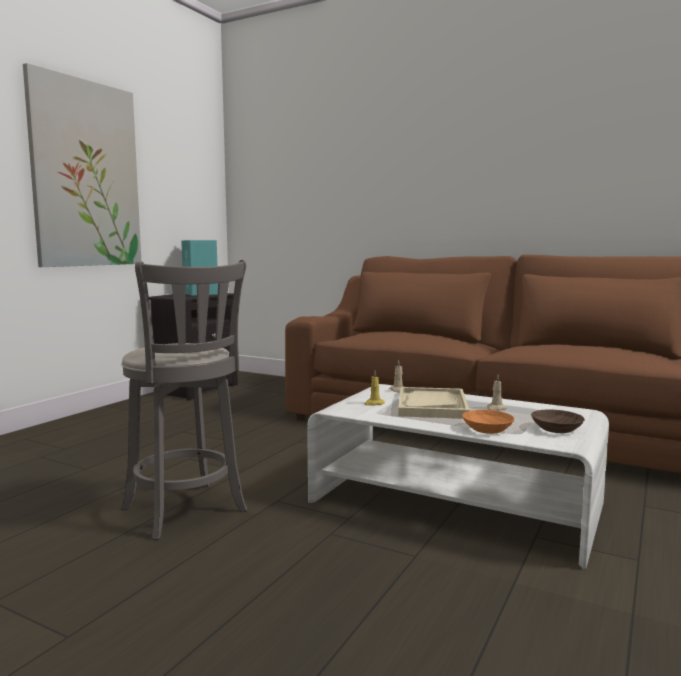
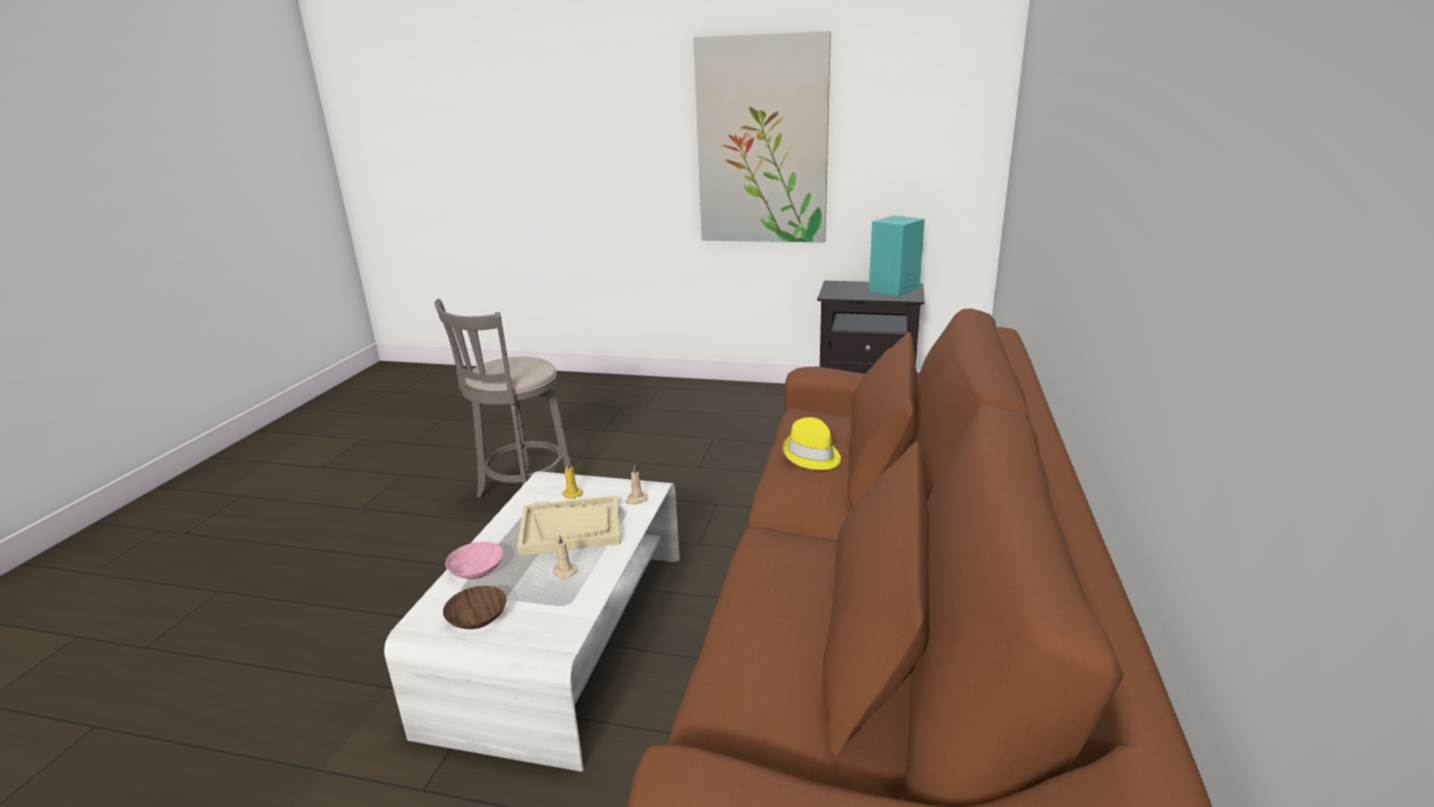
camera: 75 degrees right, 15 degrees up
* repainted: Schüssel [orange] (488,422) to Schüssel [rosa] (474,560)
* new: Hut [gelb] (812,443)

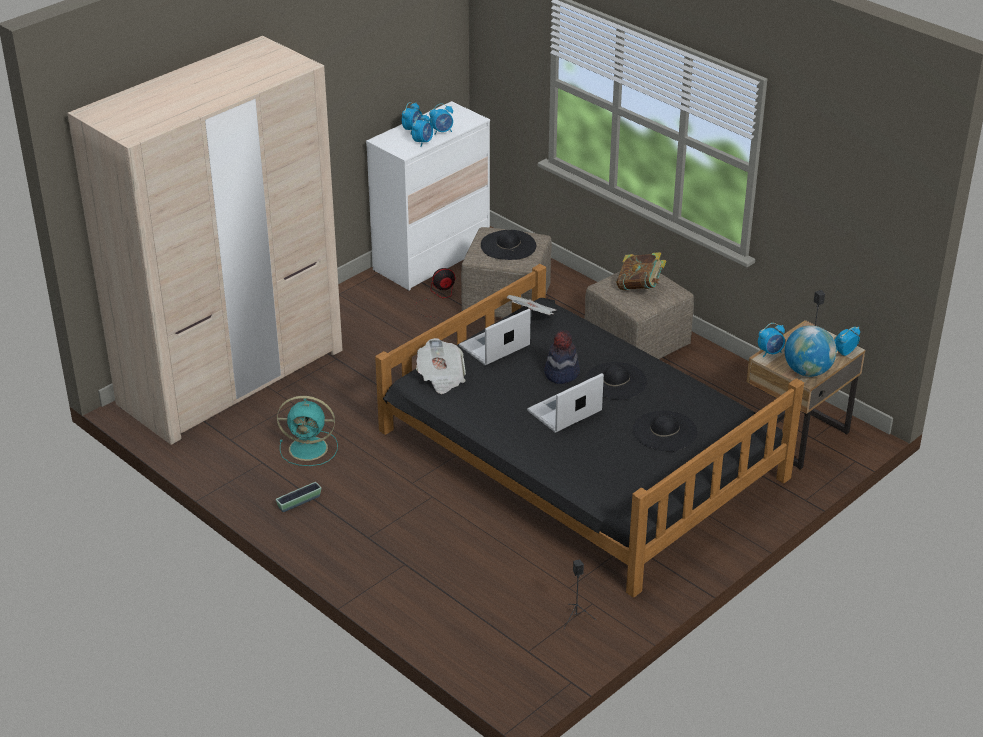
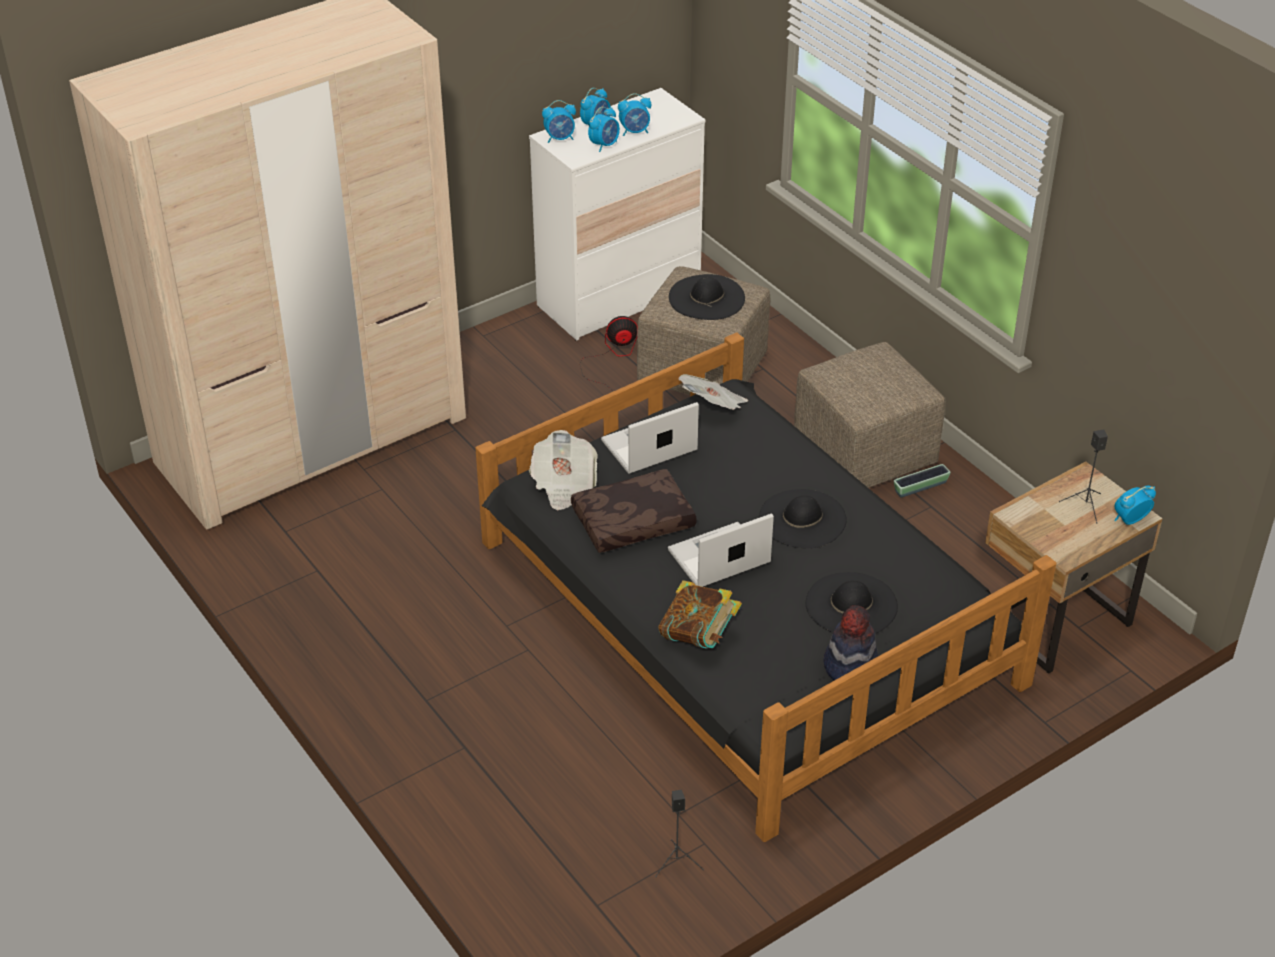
camera: 10 degrees right, 5 degrees up
* shifted: Wecker (771,340) to (559,121)
* new: Kissen [braun] (633,511)
* shifted: Buch (641,271) to (700,614)
* shifted: Hut (562,357) to (851,642)
* shifted: Pflanzkübel (298,497) to (922,480)
* gone: Ventilator [türkis] (307,431)
* gone: Globus (811,351)

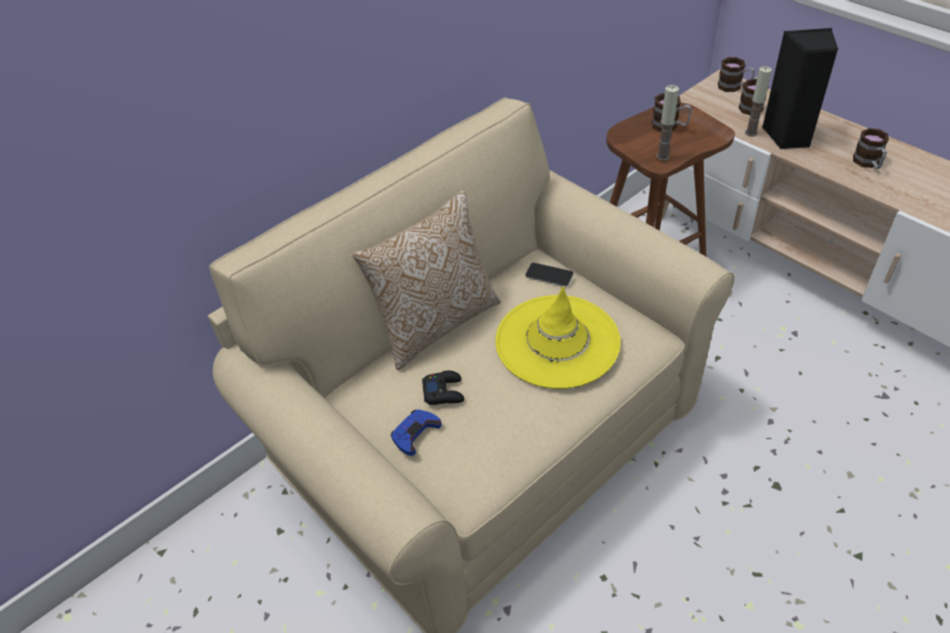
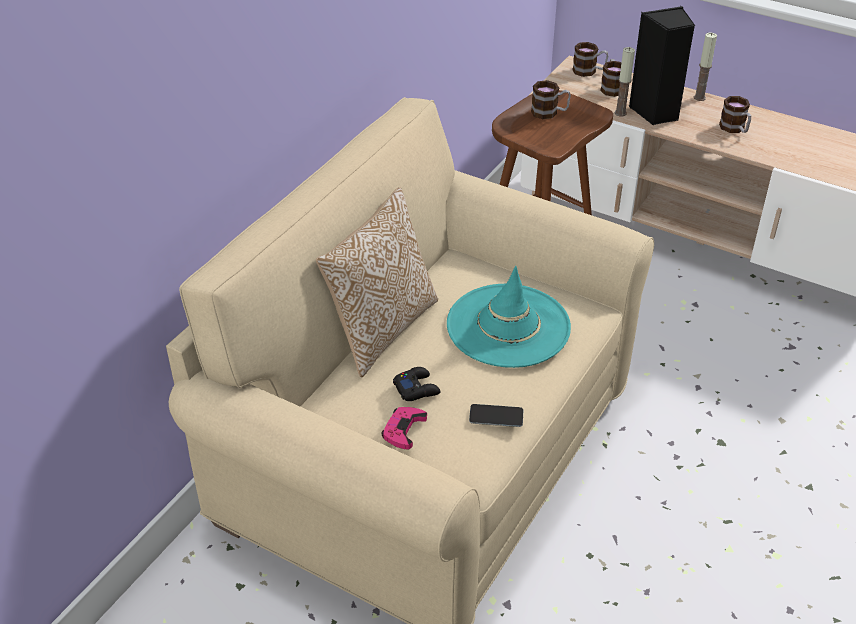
camera: 20 degrees left, 5 degrees down
* repainted: Gamepad [blau] (416,433) to Gamepad [rosa] (404,428)
* repainted: Hut [gelb] (558,337) to Hut [türkis] (509,317)
* shifted: Handy (549,274) to (496,415)
* shifted: Kerze (667,123) to (705,67)

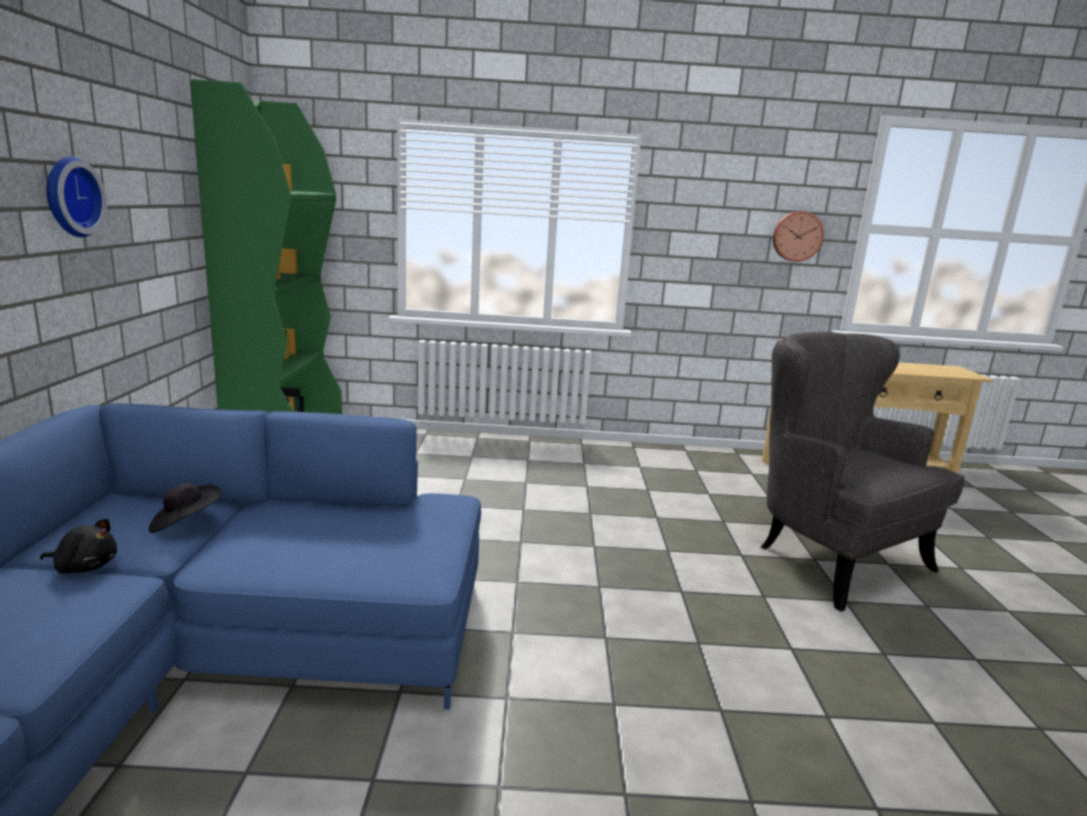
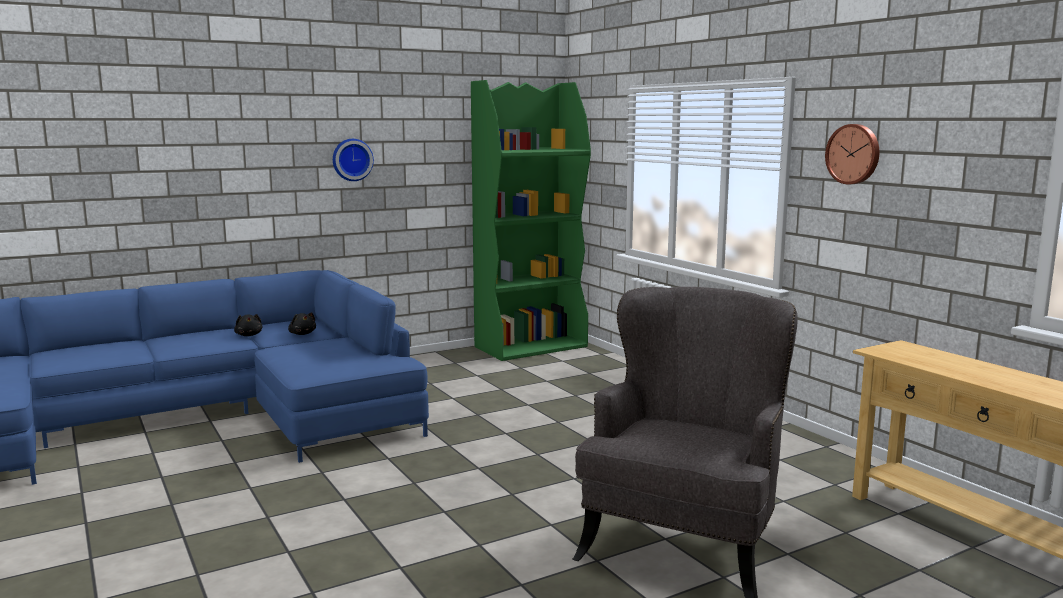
camera: 60 degrees right, 5 degrees down
* swapped: Hut [schwarz] (185,508) to Plüschtier [schwarz] (302,323)
* shifted: Wanduhr (798,236) to (852,154)

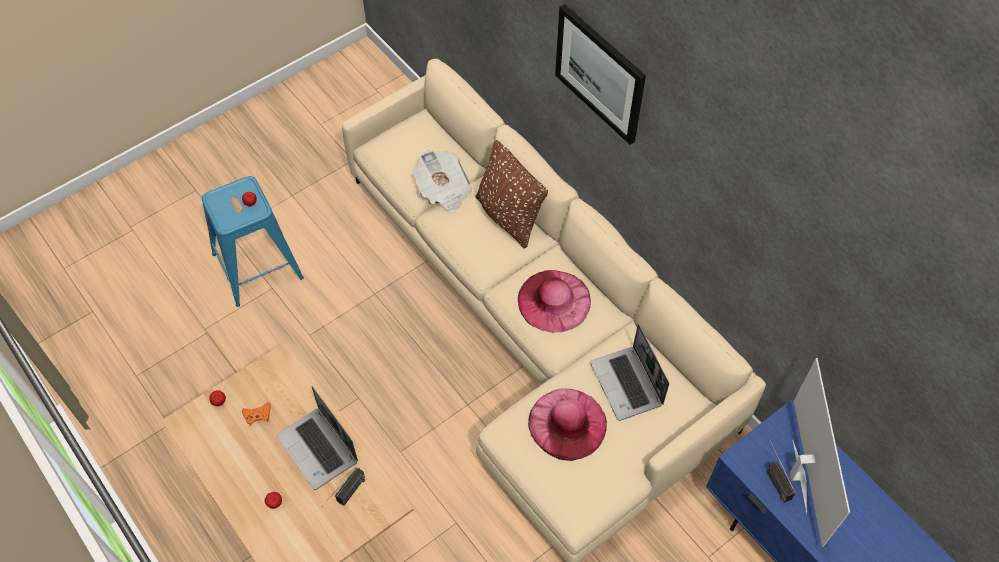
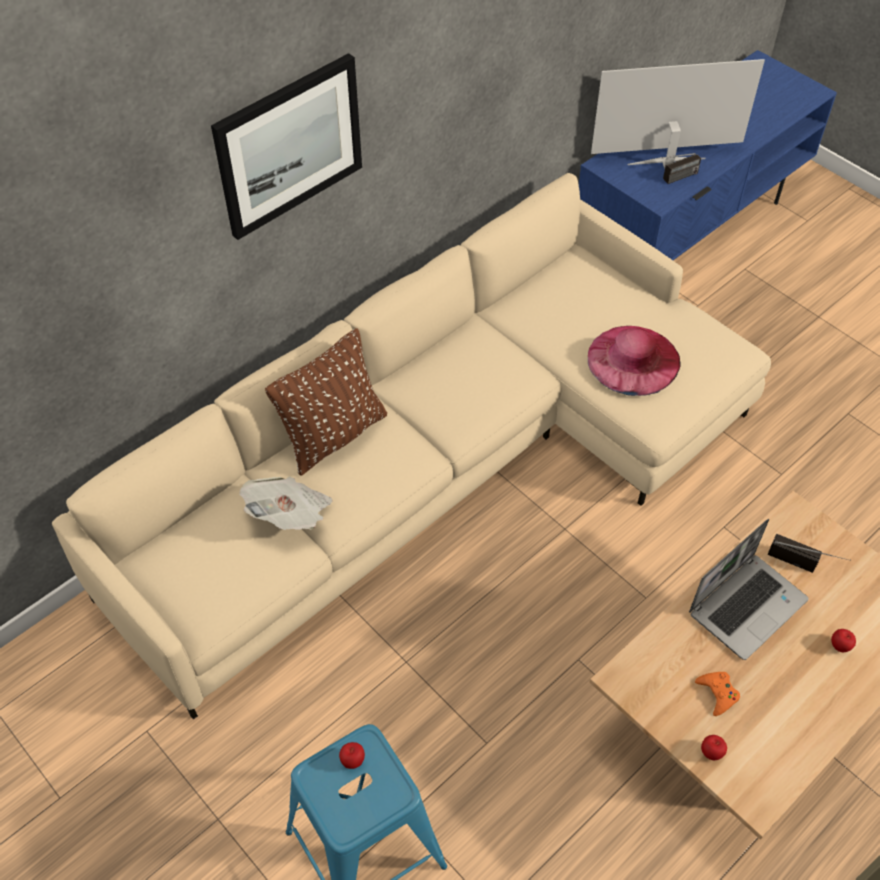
camera: 95 degrees left, 5 degrees down
* gone: Hut [rosa] (554,301)
* gone: Laptop (629,372)

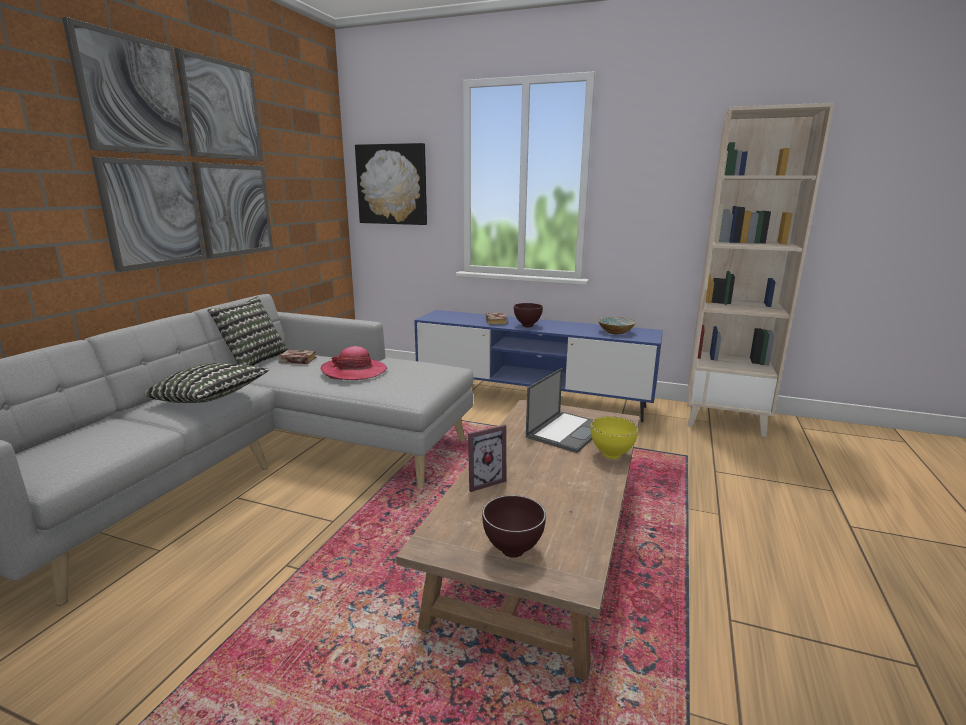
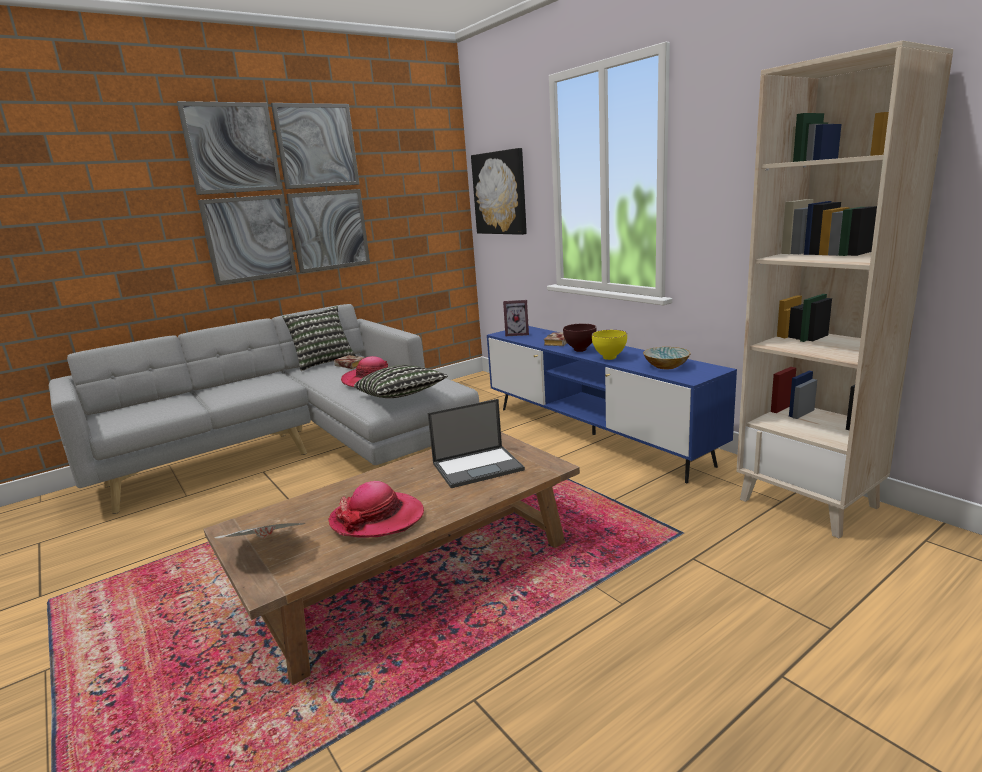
camera: 35 degrees right, 0 degrees up
* swapped: Schüssel [braun] (514,526) to Zeitung (260,530)
* new: Hut (376,509)
* shifted: Kissen (206,383) to (401,381)
* shifted: Bilderrahmen (487,458) to (516,318)
* shifted: Schüssel [gelb] (614,437) to (609,345)

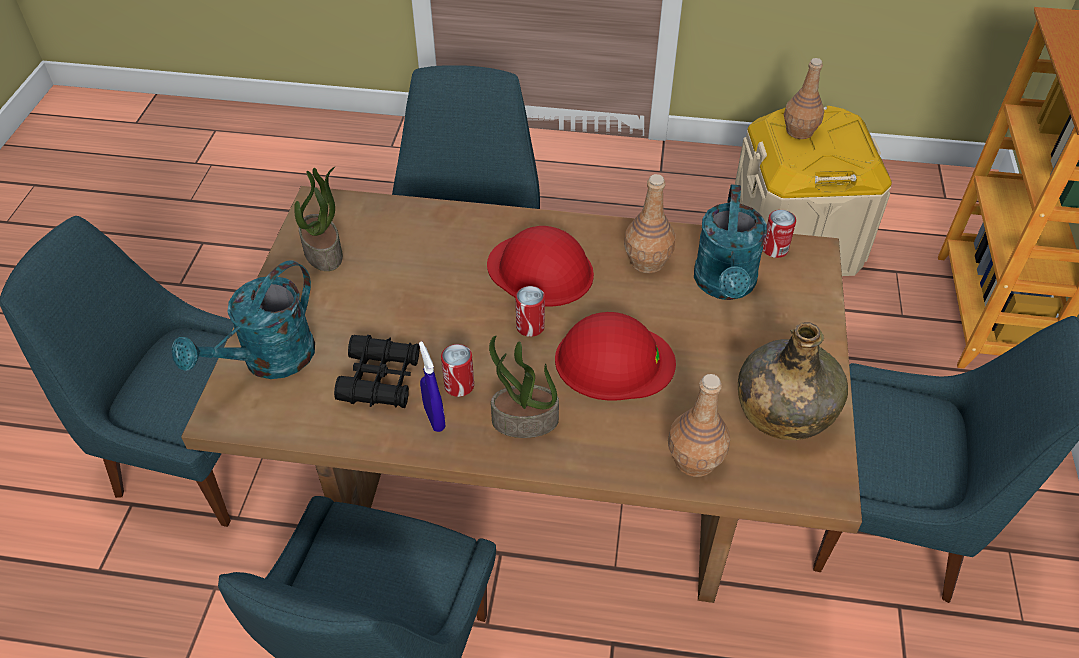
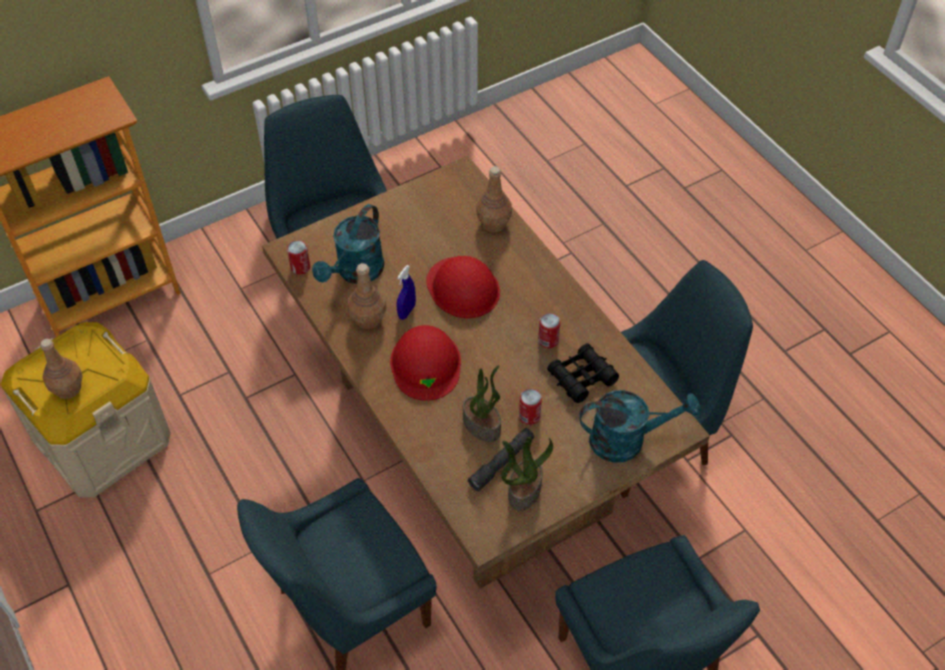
camera: 130 degrees left, 5 degrees up
* rotated: Gießkanne [türkis] (730,242) = (348,244) 150 degrees clockwise
* shifted: Sprühflasche [blau] (432,386) to (406,292)
* shifted: Topfpflanze (524,387) to (482,403)
* new: Taschenlampe [grau] (501,460)
* shifted: Dose (530,311) to (530,407)
* gone: Flasche [grün] (793,381)

